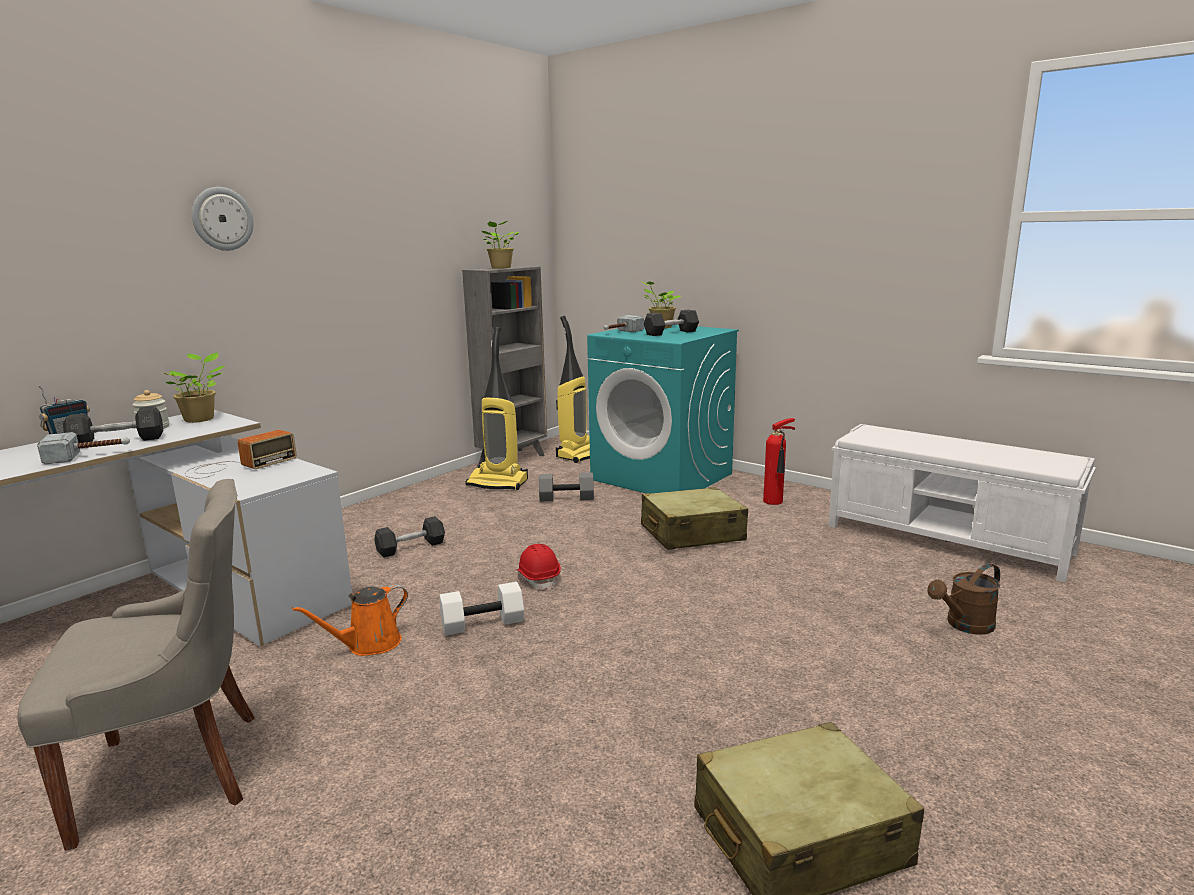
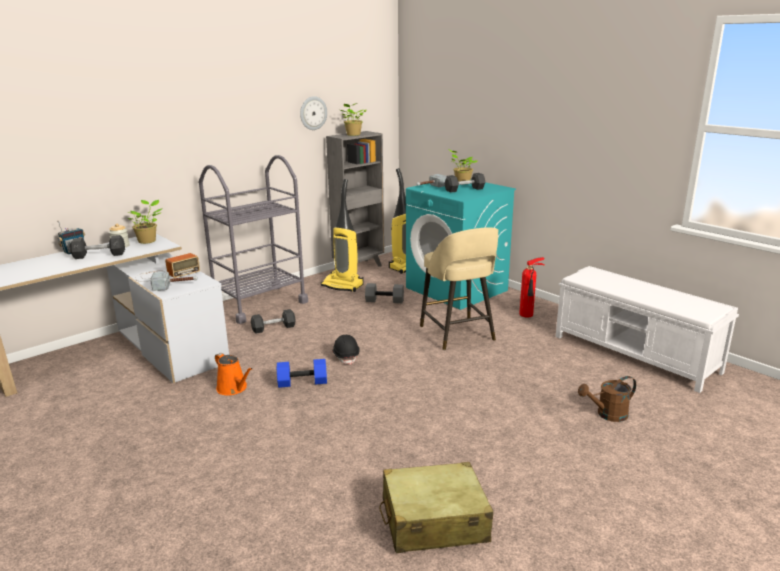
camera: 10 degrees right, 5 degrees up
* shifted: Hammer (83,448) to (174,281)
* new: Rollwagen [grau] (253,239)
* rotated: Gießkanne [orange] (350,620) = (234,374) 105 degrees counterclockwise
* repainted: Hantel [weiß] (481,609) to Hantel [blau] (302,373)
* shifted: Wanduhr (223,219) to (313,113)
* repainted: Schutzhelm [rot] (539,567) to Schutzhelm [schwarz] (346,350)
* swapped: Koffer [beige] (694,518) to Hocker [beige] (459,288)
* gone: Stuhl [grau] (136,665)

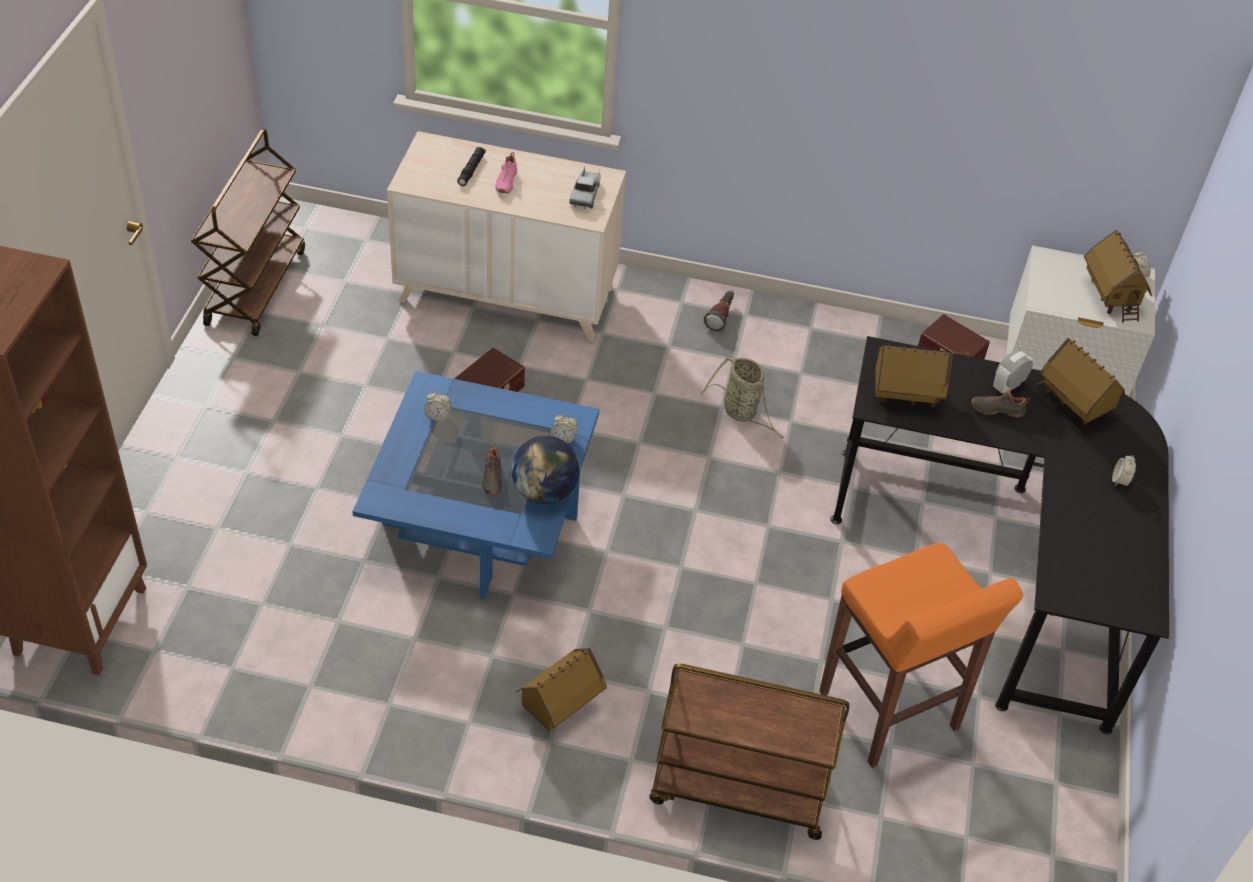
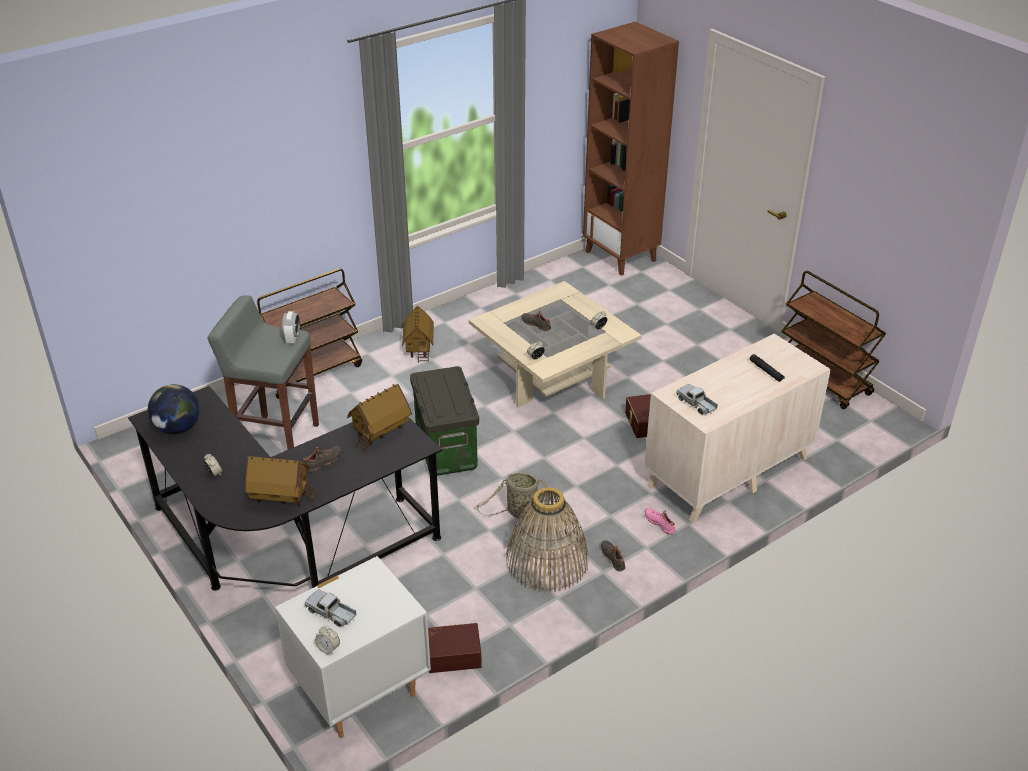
camera: 135 degrees right, 10 degrees down
* shifted: Globus (545,470) to (174,409)
* repainted: Hocker [orange] (921,655) to Hocker [grau] (263,372)
* shifted: Wecker (1013,372) to (291,327)
* swapped: Spielzeughaus (1118,276) to Spielzeuglaster (330,608)
* new: Aufbewahrungsbox (444,421)
* repainted: Couchtisch [blau] (475,485) to Couchtisch [beige] (555,344)
* new: Korb (547,540)
* swapped: Taschenlampe (719,310) to Schuh [schwarz] (613,555)
* shifted: Schuh [rosa] (506,172) to (660,521)

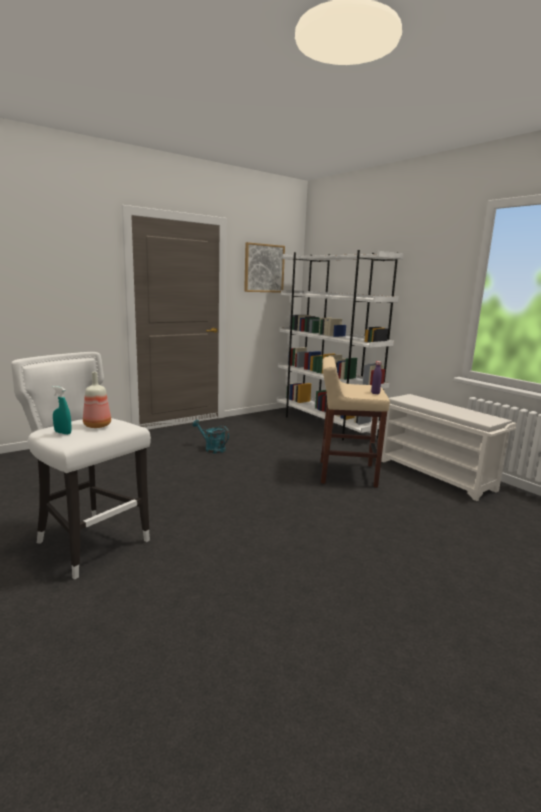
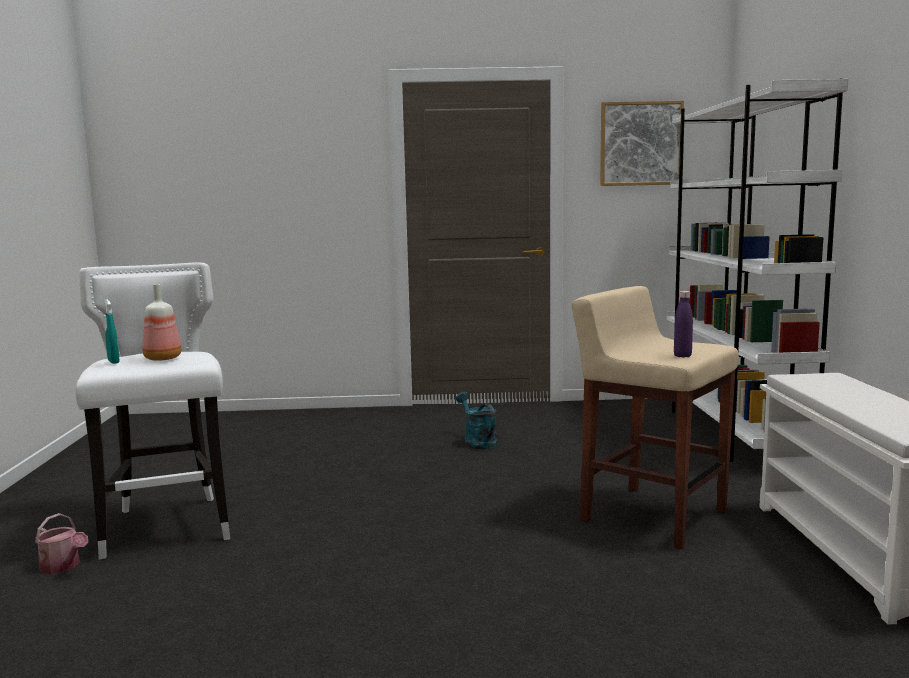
camera: 35 degrees right, 5 degrees down
* new: Gießkanne (61,543)

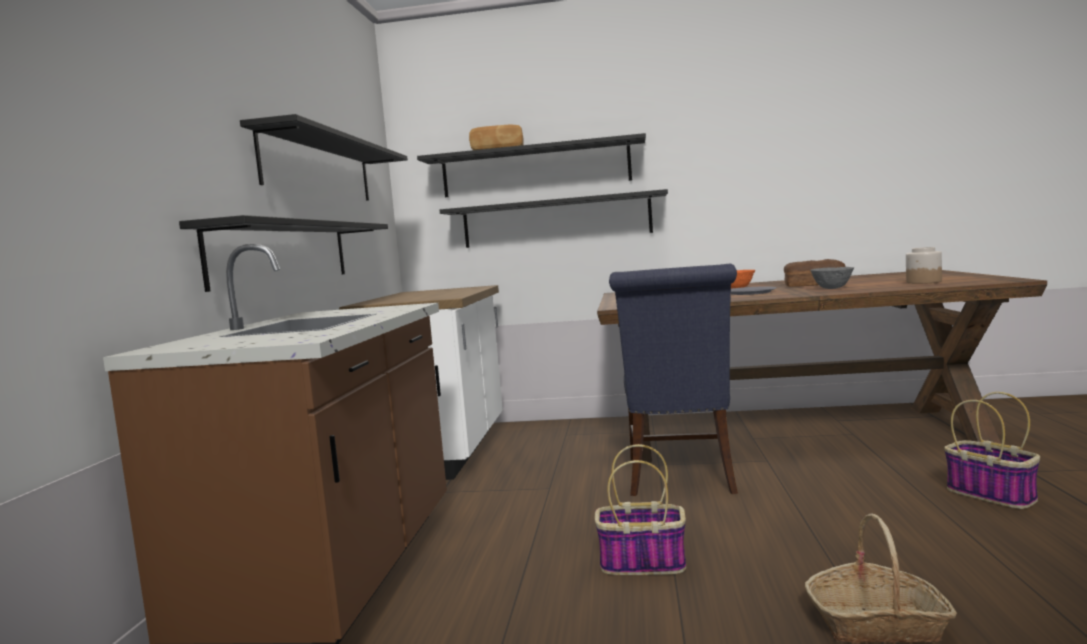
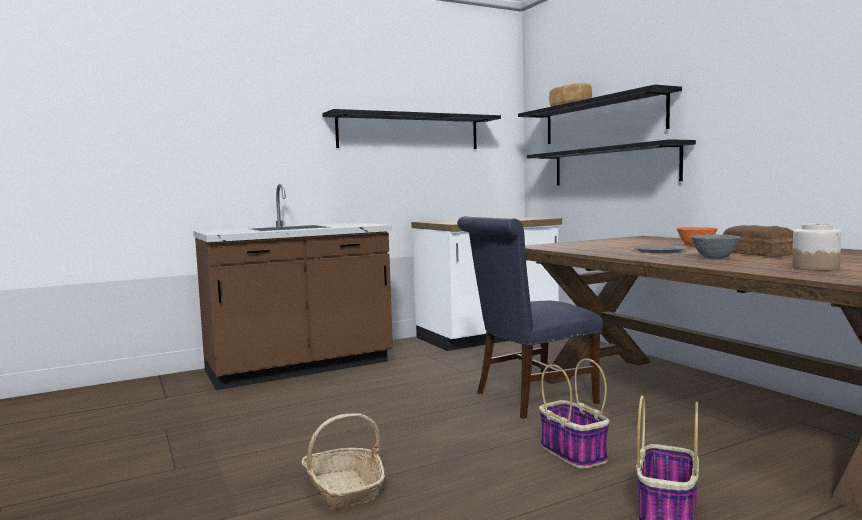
camera: 55 degrees right, 0 degrees up
* shifted: Korb (640,509) to (574,413)
* gone: Wandregal [schwarz] (283,253)

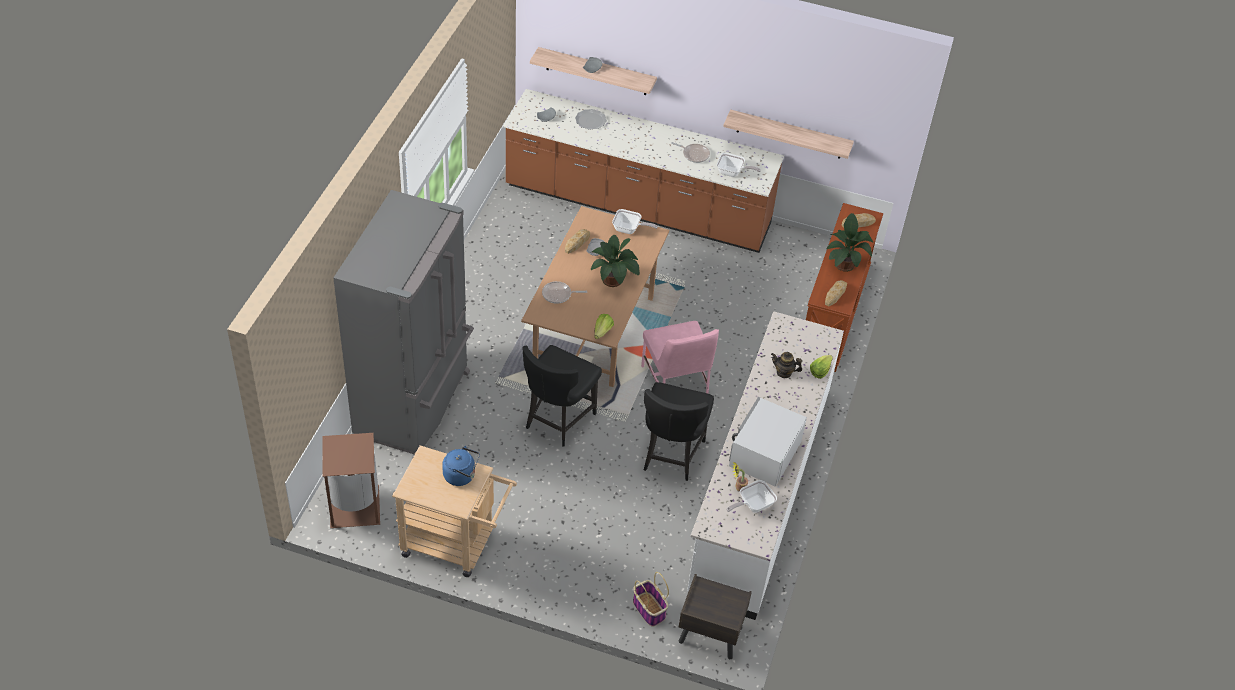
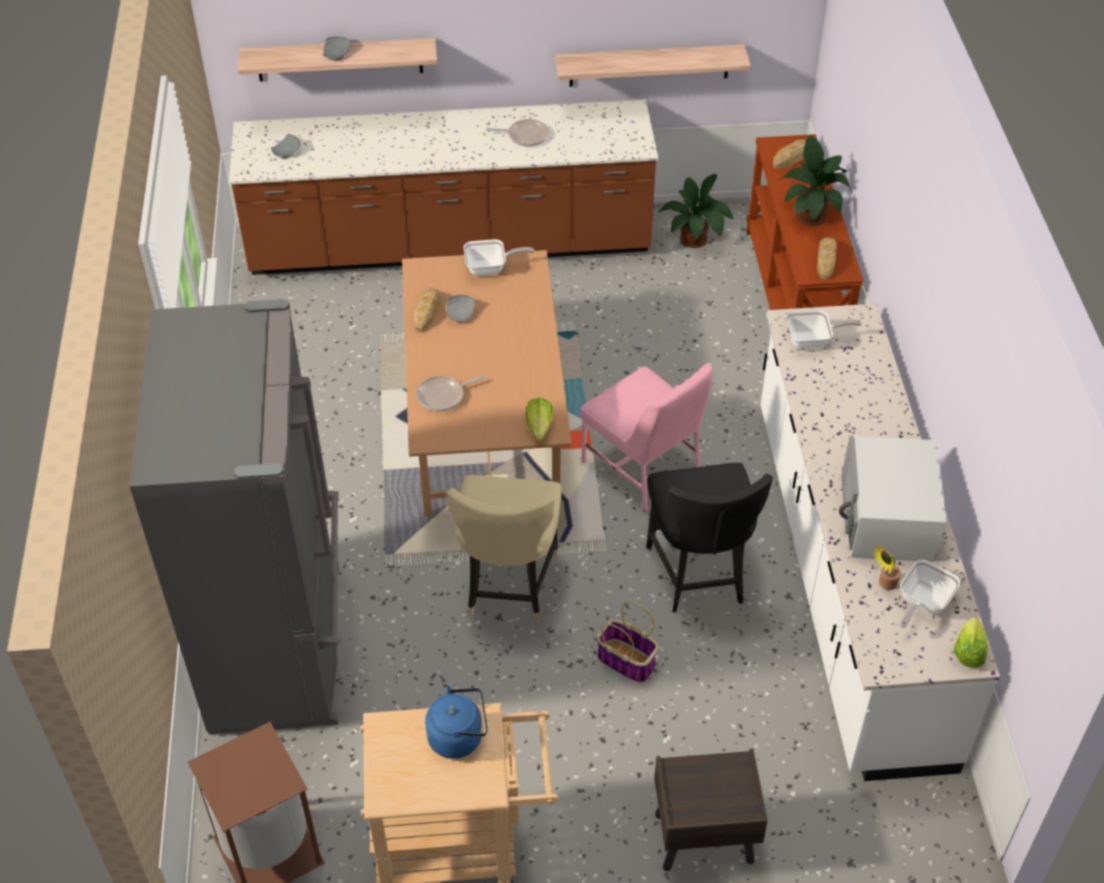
camera: 20 degrees left, 0 degrees up
* repainted: Stuhl [schwarz] (562,396) to Stuhl [beige] (504,549)
* shifted: Korb (651,599) to (627,642)
* shifted: Nachttisch [braun] (715,616) to (711,810)
* shifted: Topfpflanze (615,261) to (695,211)
* shifted: Pfanne (739,165) to (824,329)
* shifted: Salatkopf (821,367) to (971,642)
* gone: Teller (591,119)
* gone: Teekanne (786,365)

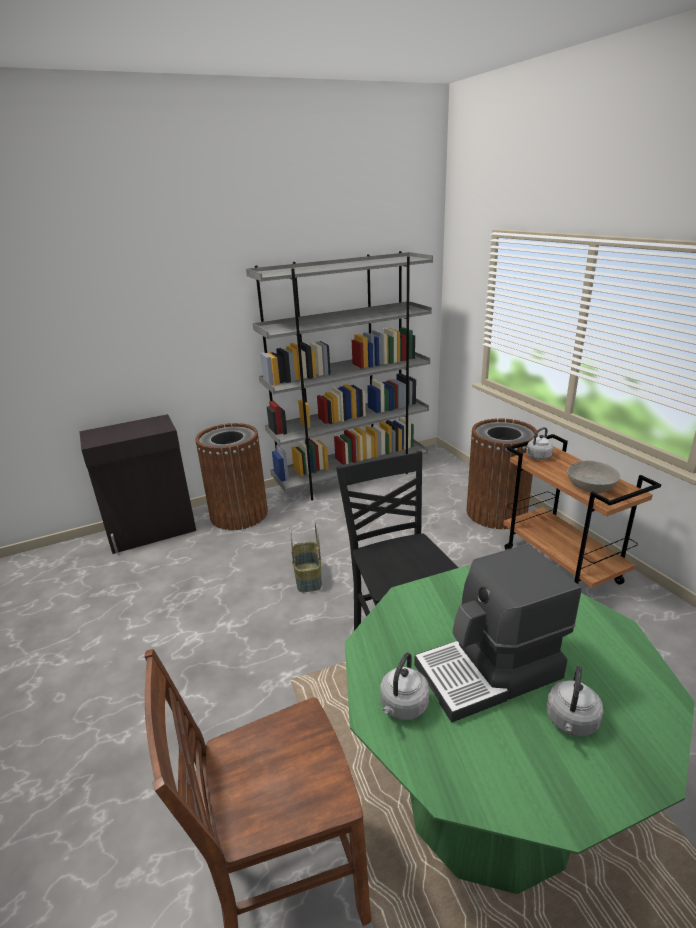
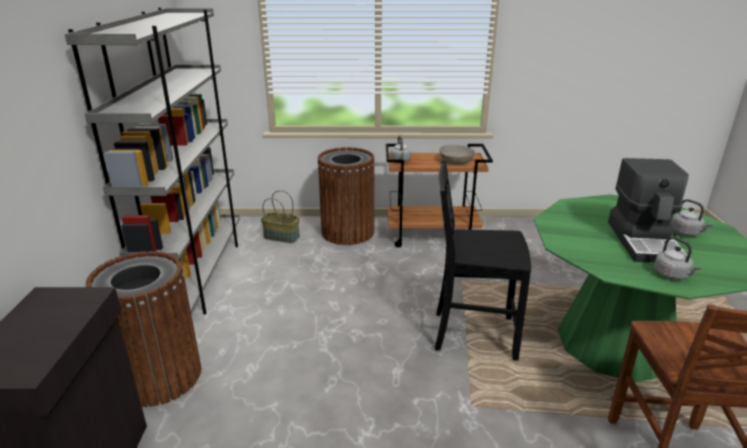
camera: 65 degrees left, 0 degrees up
* shifted: Korb (305,557) to (280,216)

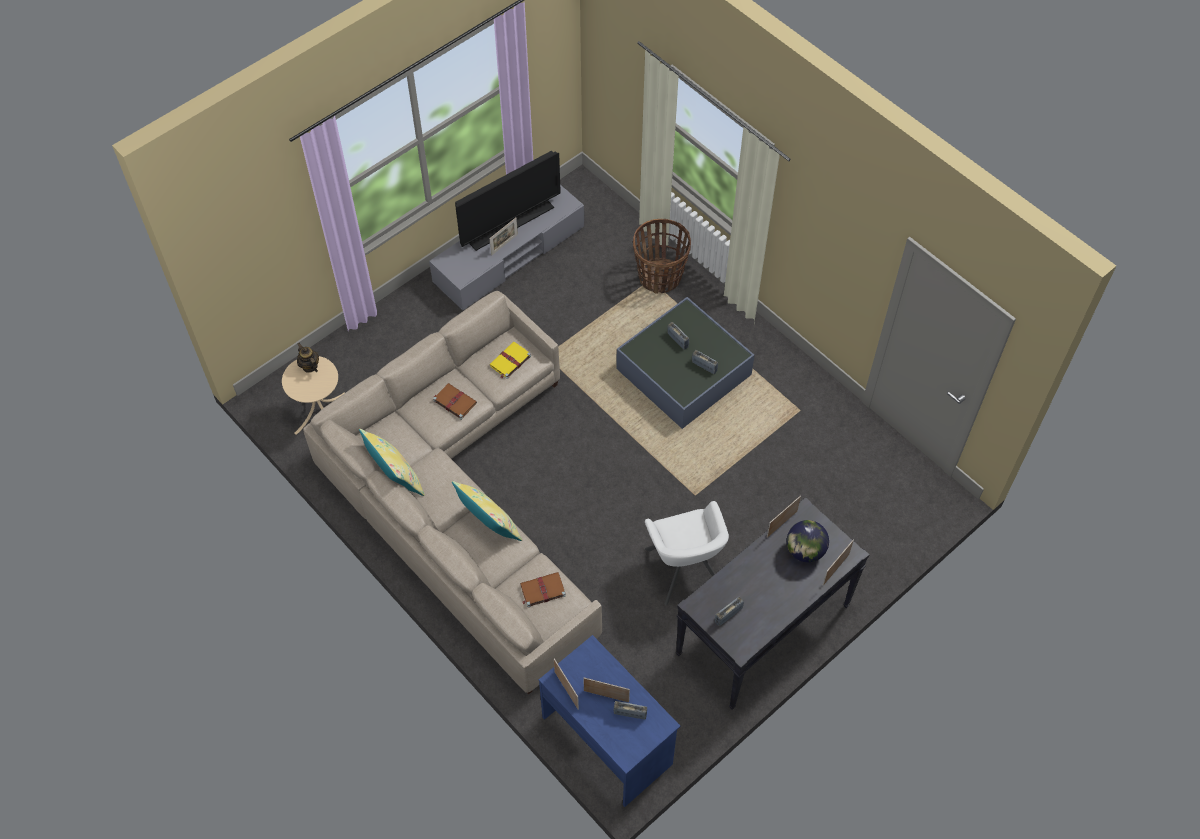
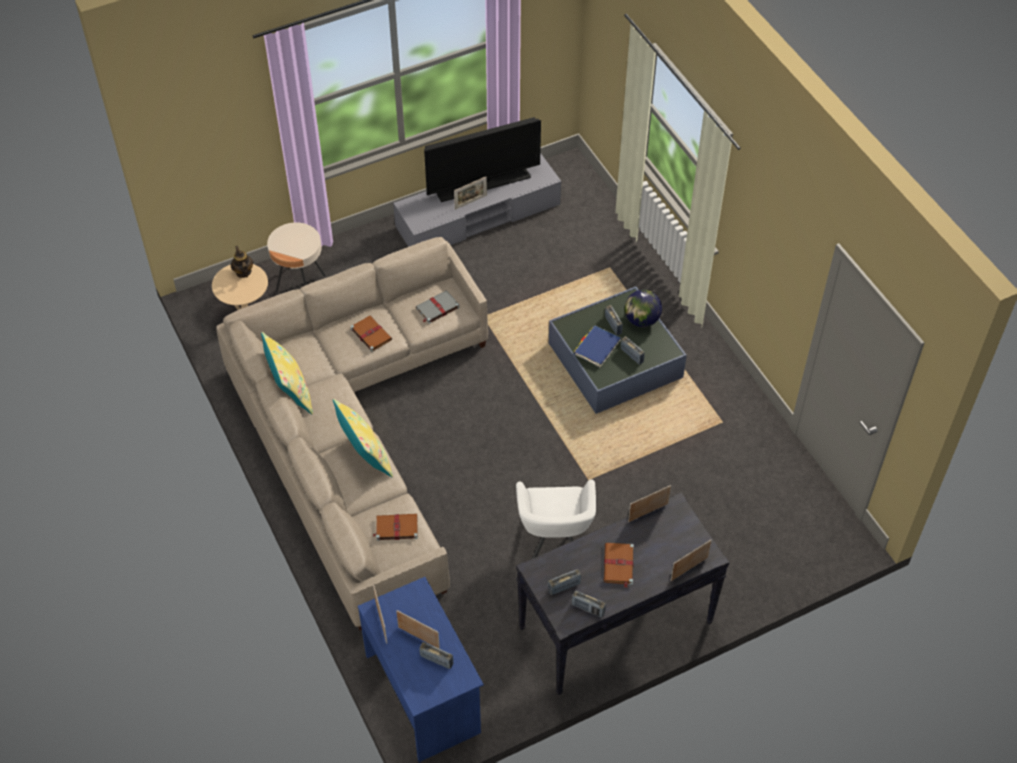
camera: 15 degrees right, 5 degrees down
* new: Beistelltisch [beige] (296,257)
* repainted: Buch [gelb] (510,360) to Buch [grau] (438,307)
* new: Radio (589,604)
* new: Buch [blau] (597,346)
* new: Buch [braun] (619,565)
* shifted: Globus (808,541) to (643,308)
* gone: Korb (662,256)

